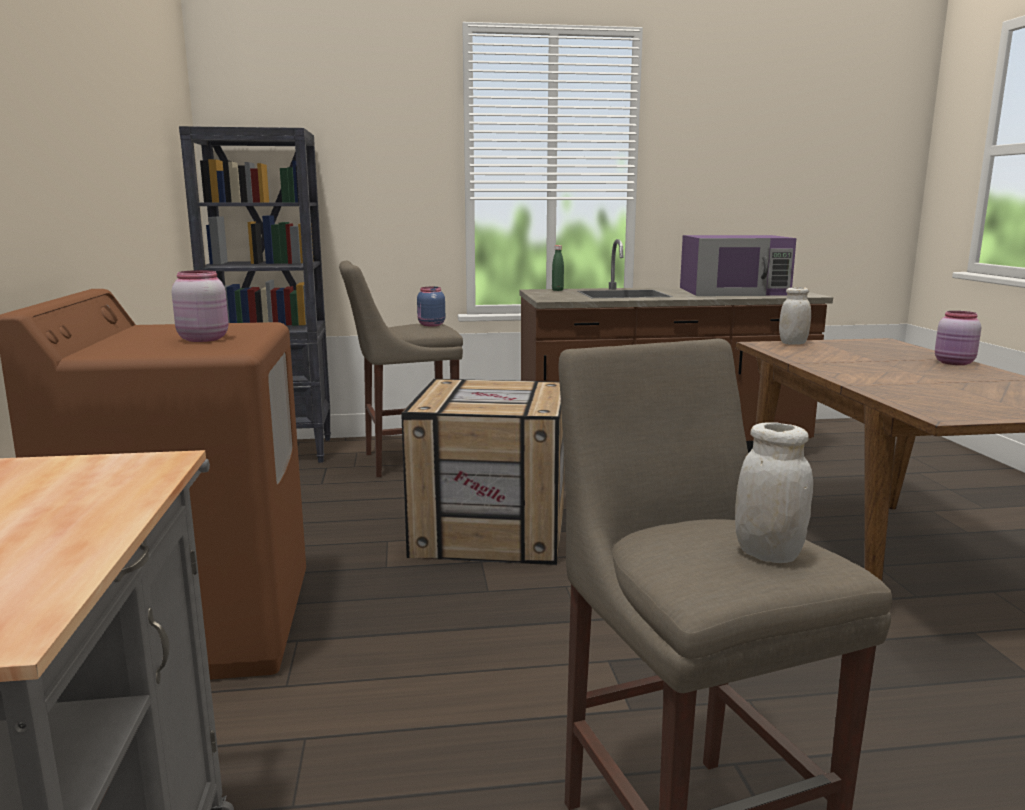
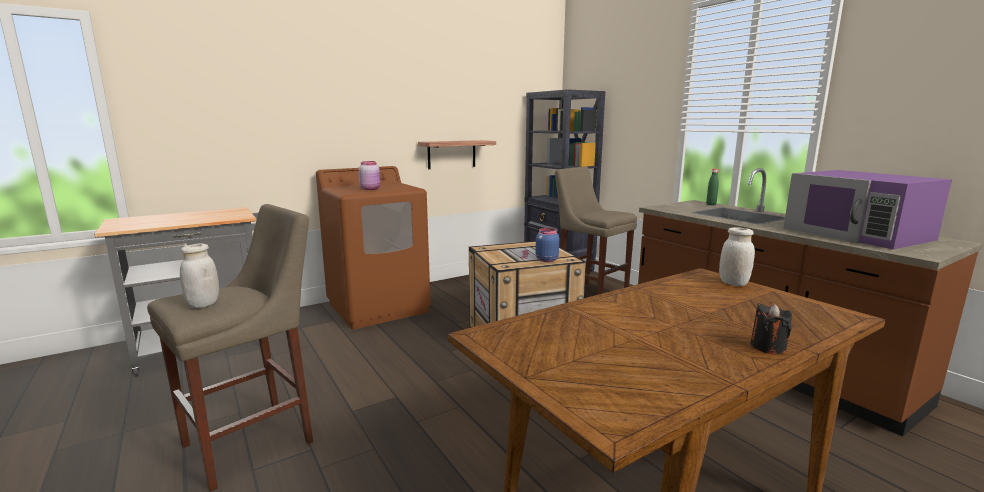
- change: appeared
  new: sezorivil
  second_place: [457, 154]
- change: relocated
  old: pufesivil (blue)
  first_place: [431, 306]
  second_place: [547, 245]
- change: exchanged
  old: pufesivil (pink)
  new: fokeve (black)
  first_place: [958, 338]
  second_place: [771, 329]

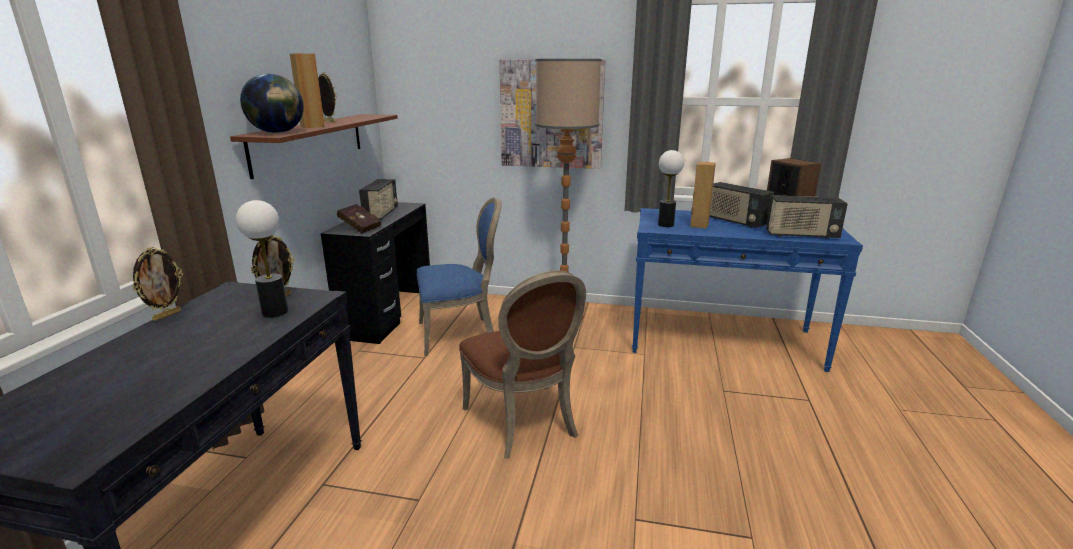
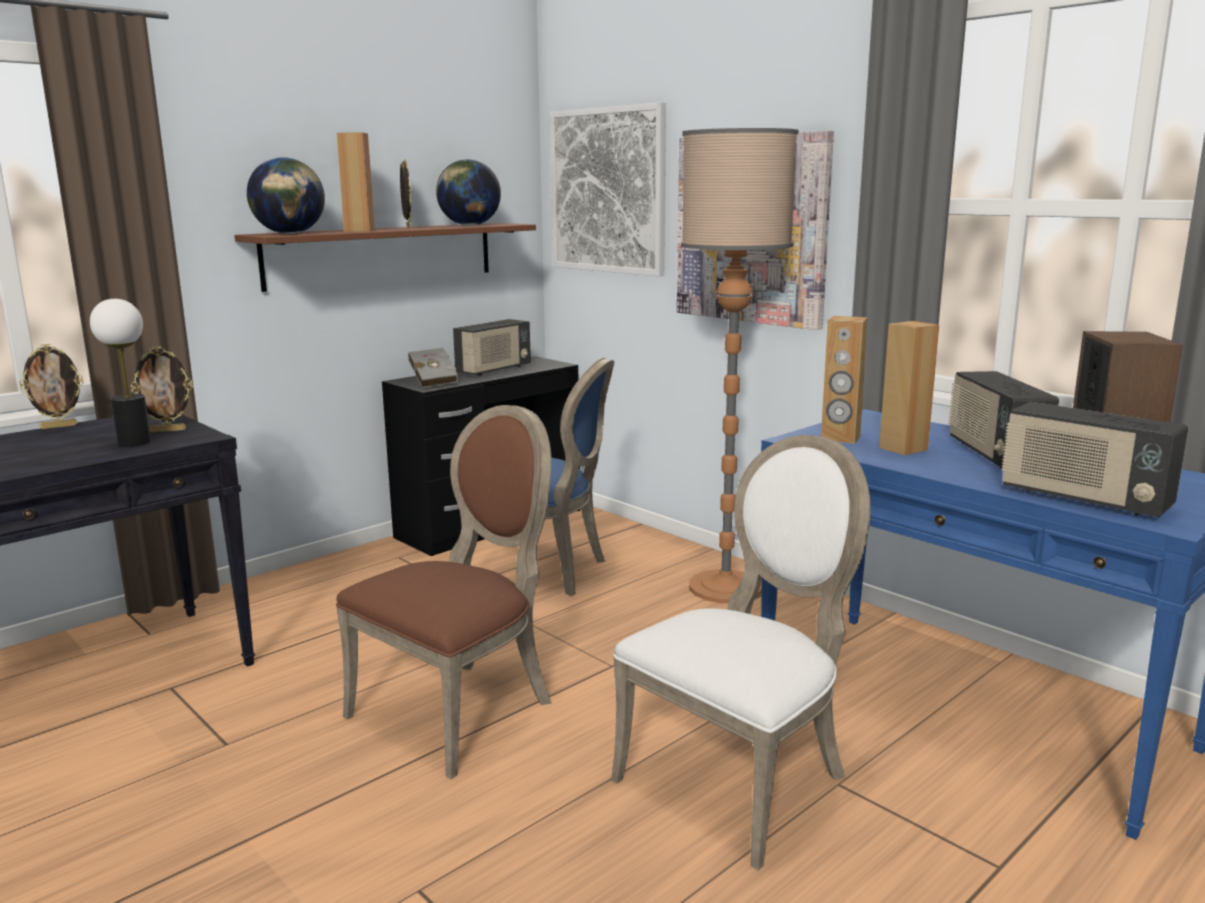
- change: spun
  old: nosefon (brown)
  first_place: [522, 364]
  second_place: [444, 592]
  degrees: -150
- change: colour
  old: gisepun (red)
  new: gisepun (grey)
  first_place: [359, 218]
  second_place: [433, 368]
- change: appeared
  new: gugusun
  second_place: [468, 192]
- change: appeared
  new: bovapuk
  second_place: [608, 189]
- change: appeared
  new: nosefon (white)
  second_place: [741, 652]
- change: exchanged
  old: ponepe
  new: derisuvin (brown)
  first_place: [671, 188]
  second_place: [844, 380]

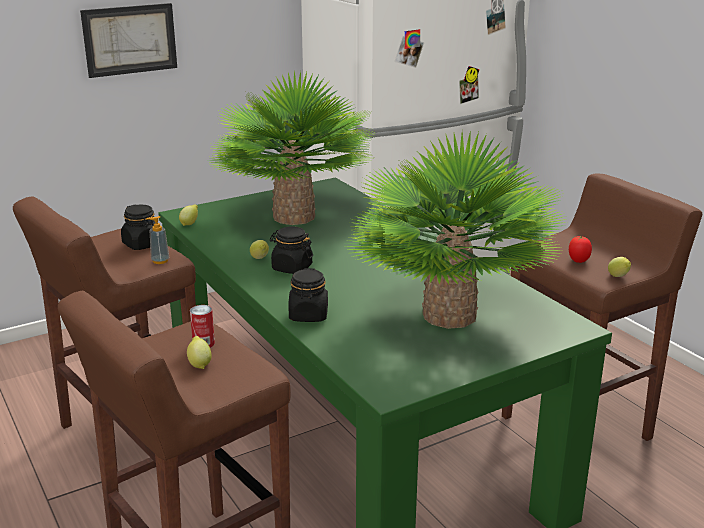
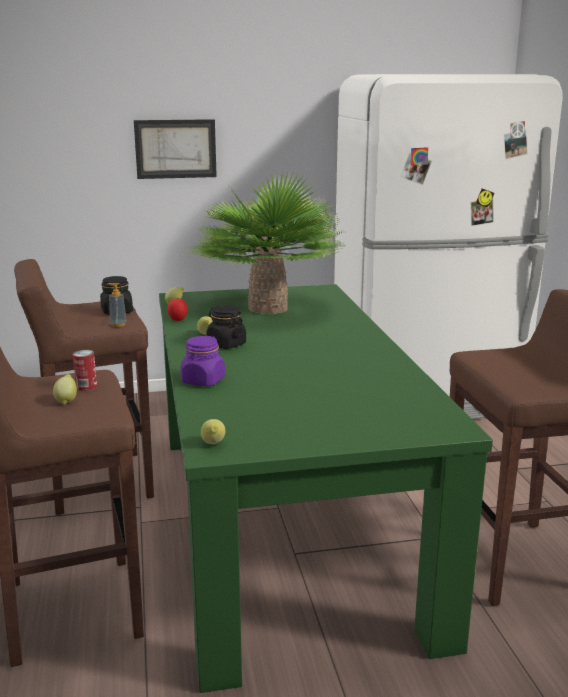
- change: relocated
  old: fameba
  first_place: [580, 249]
  second_place: [177, 309]
- change: colour
  old: pufesivil (black)
  new: pufesivil (purple)
  first_place: [308, 295]
  second_place: [202, 361]
- change: relocated
  old: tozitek
  first_place: [619, 267]
  second_place: [213, 431]
- change: missing
  old: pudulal
  first_place: [455, 229]

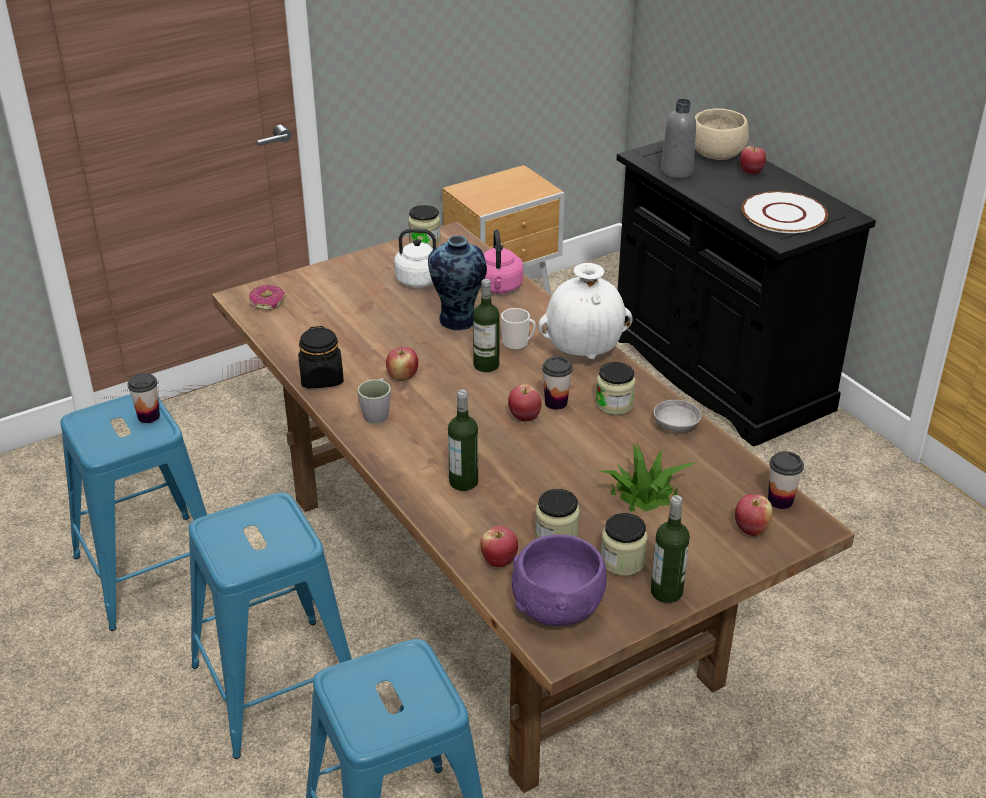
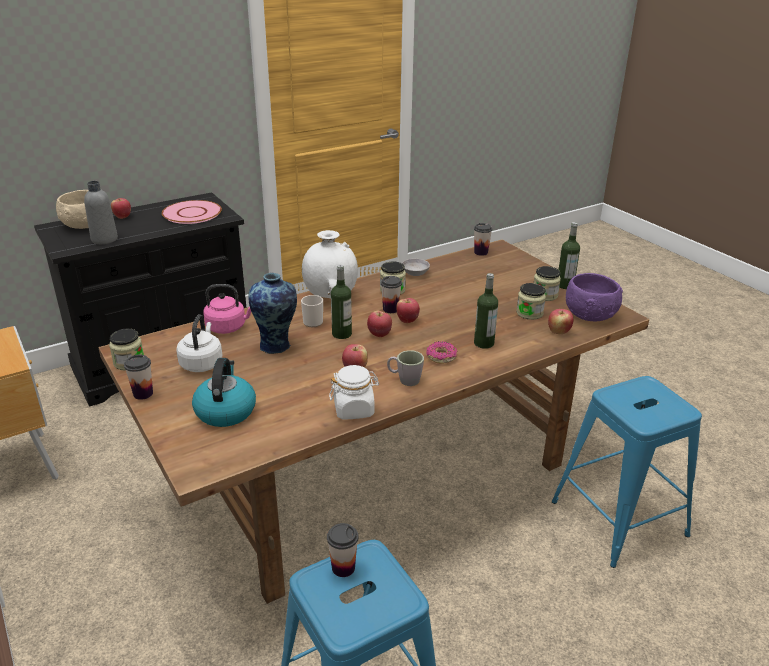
- change: appeared
  new: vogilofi
  second_place: [138, 377]
- change: colour
  old: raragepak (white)
  new: raragepak (pink)
  first_place: [785, 212]
  second_place: [192, 212]
- change: appeared
  new: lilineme
  second_place: [224, 392]
- change: colour
  old: pufesivil (black)
  new: pufesivil (white)
  first_place: [321, 357]
  second_place: [354, 392]
- change: relocated
  old: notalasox
  first_place: [753, 515]
  second_place: [379, 323]
- change: relocated
  old: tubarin
  first_place: [267, 298]
  second_place: [442, 352]
- change: missing
  old: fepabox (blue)
  first_place: [270, 625]
- change: missing
  old: pudulal
  first_place: [648, 477]

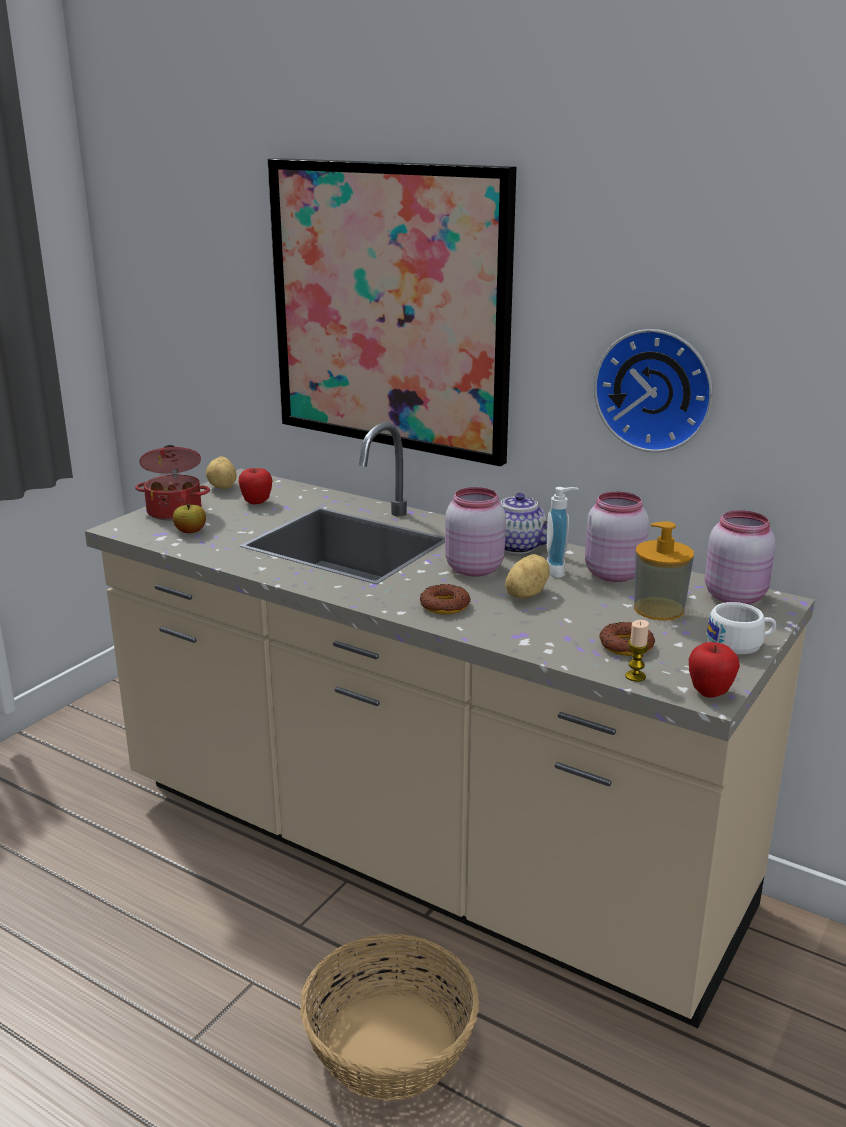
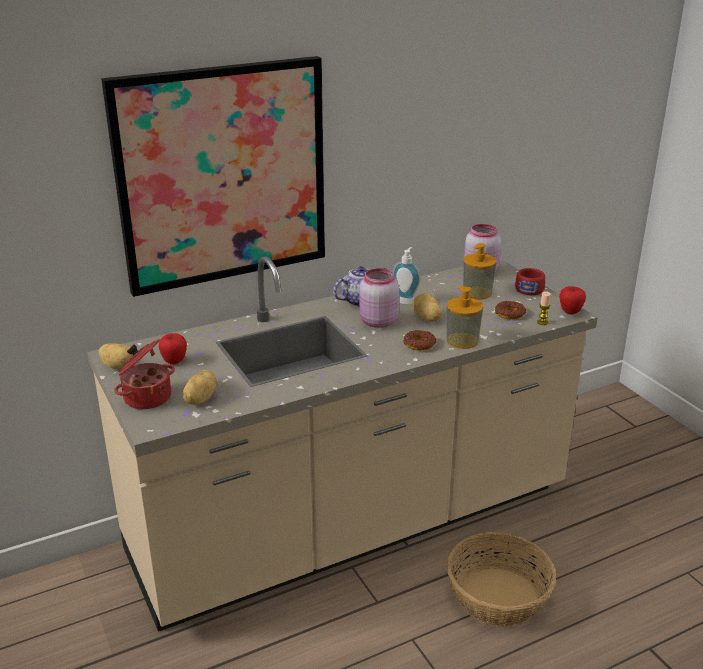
- change: exchanged
  old: notalasox
  new: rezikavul
  first_place: [189, 518]
  second_place: [200, 387]
- change: appeared
  new: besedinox
  second_place: [464, 317]
- change: colour
  old: vogilofi (white)
  new: vogilofi (red)
  first_place: [741, 628]
  second_place: [530, 281]
- change: missing
  old: pufesivil (pink)
  first_place: [617, 537]
- change: missing
  old: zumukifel
  first_place: [653, 391]

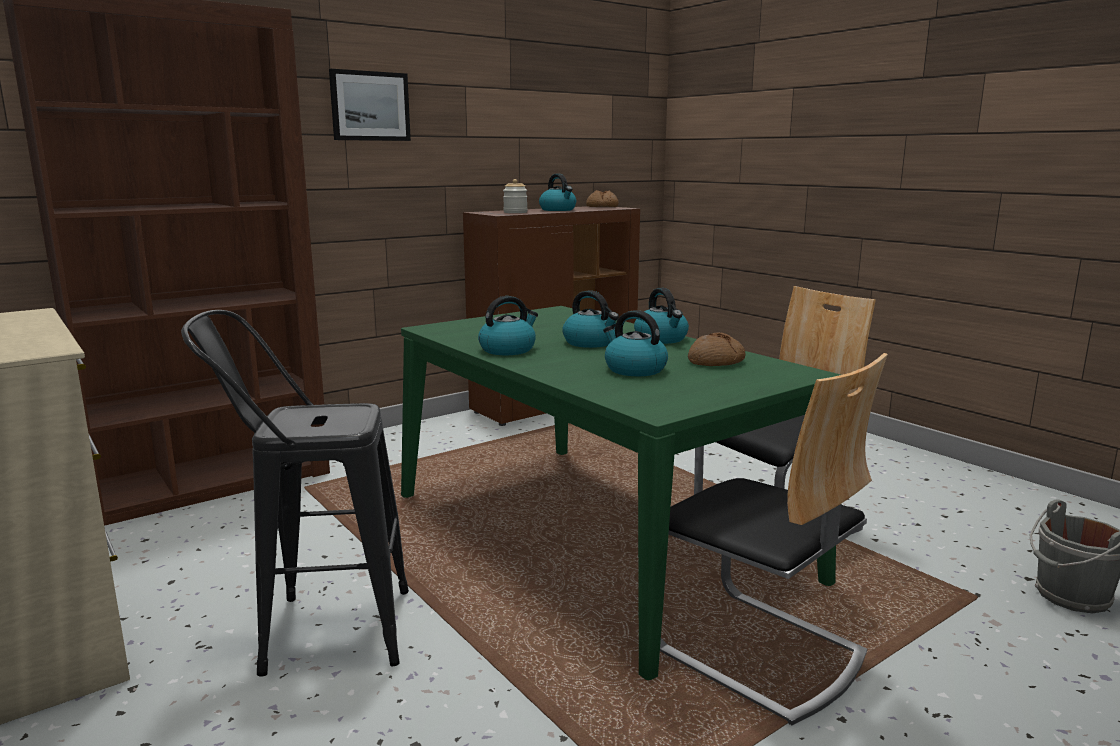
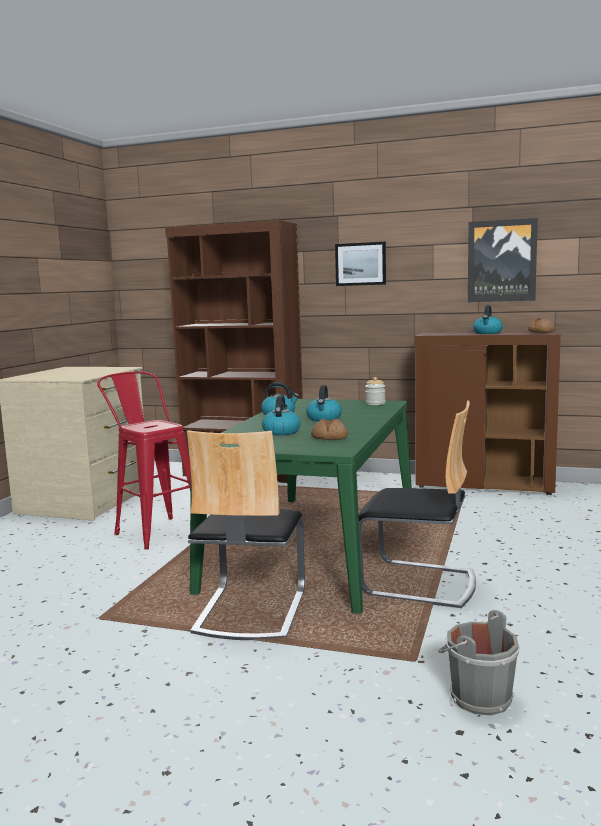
- change: colour
  old: fepabox (black)
  new: fepabox (red)
  first_place: [295, 493]
  second_place: [144, 460]
- change: relocated
  old: pufesivil
  first_place: [515, 196]
  second_place: [375, 391]
- change: appeared
  new: bovapuk
  second_place: [503, 260]
- change: missing
  old: lilineme
  first_place: [661, 316]

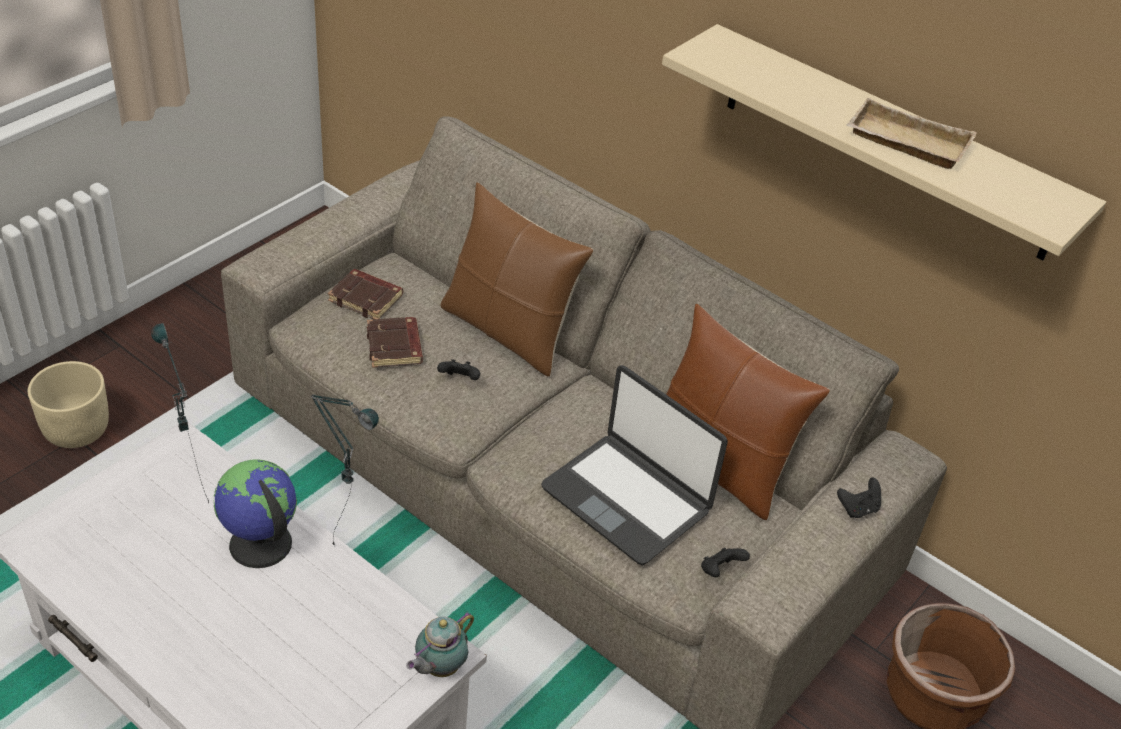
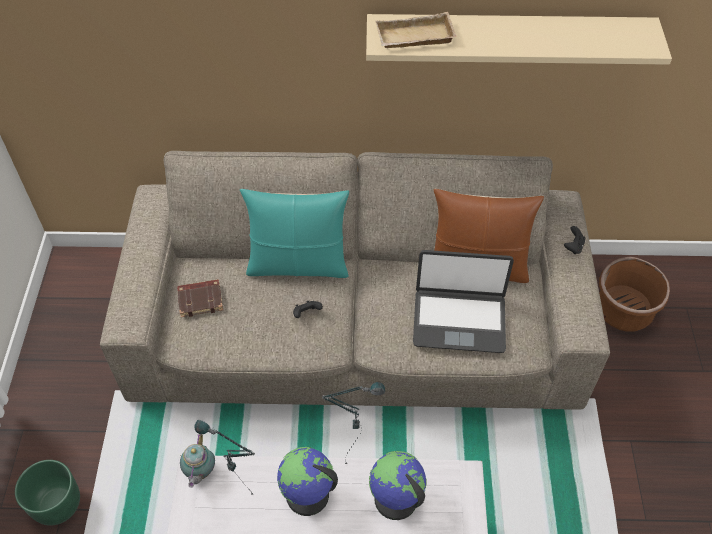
- change: colour
  old: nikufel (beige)
  new: nikufel (green)
  first_place: [68, 404]
  second_place: [47, 493]
- change: relocated
  old: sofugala
  first_place: [440, 644]
  second_place: [197, 461]
- change: colour
  old: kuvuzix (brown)
  new: kuvuzix (turquoise)
  first_place: [517, 279]
  second_place: [294, 233]
- change: appeared
  new: gugusun
  second_place: [398, 485]
- change: relocated
  old: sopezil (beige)
  first_place: [912, 133]
  second_place: [416, 30]
- change: missing
  old: gisepun (brown)
  first_place: [395, 342]
- change: missing
  old: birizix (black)
  first_place: [725, 562]

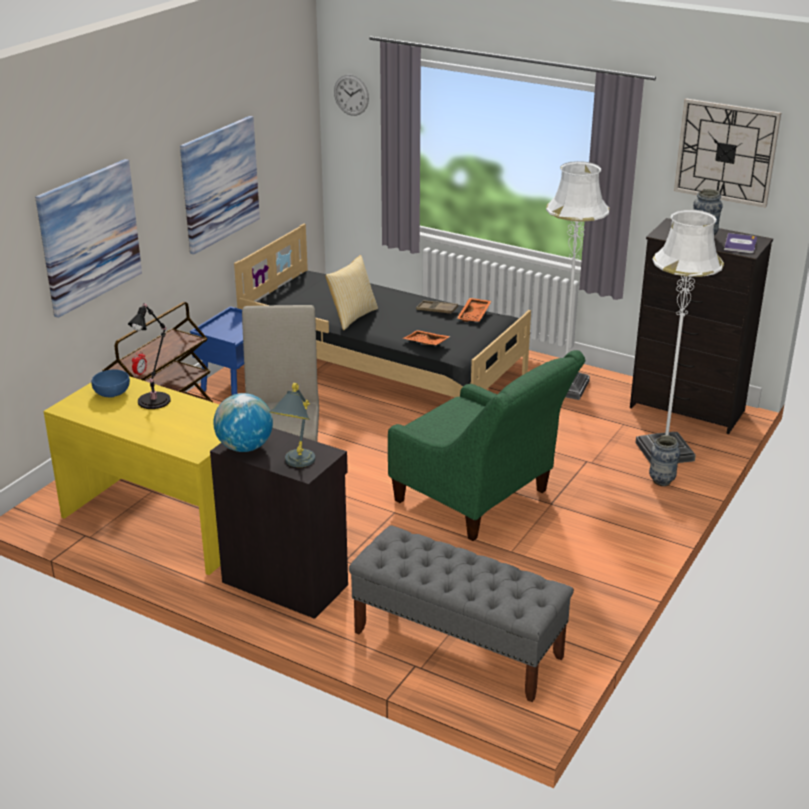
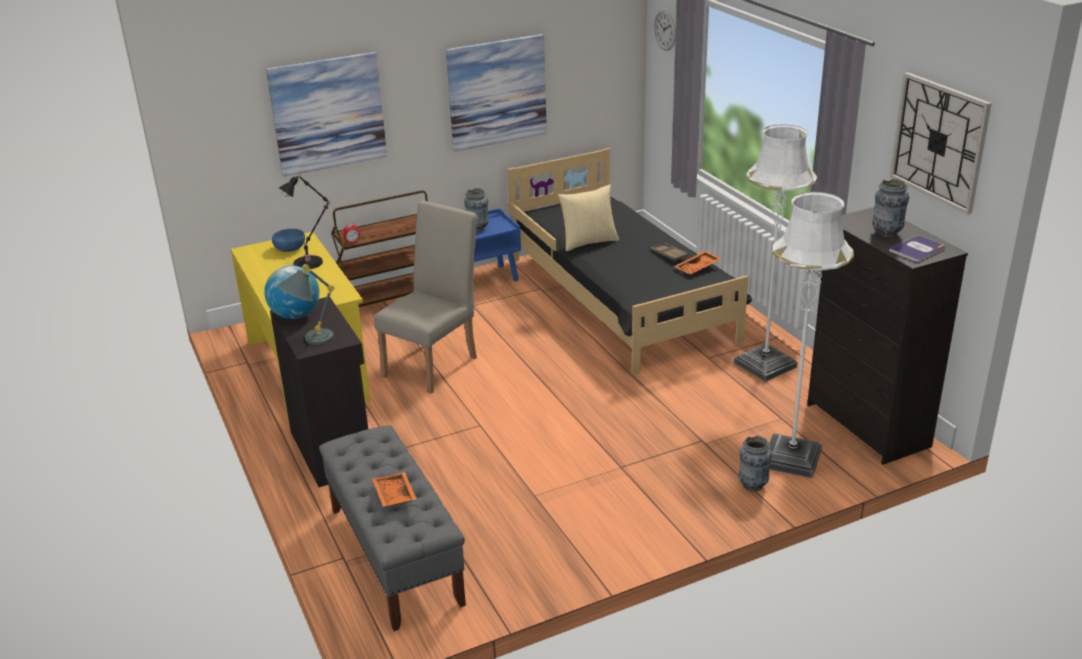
- change: relocated
  old: sopezil (orange)
  first_place: [427, 338]
  second_place: [394, 489]
- change: appeared
  new: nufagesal
  second_place: [476, 210]
- change: missing
  old: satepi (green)
  first_place: [486, 445]

